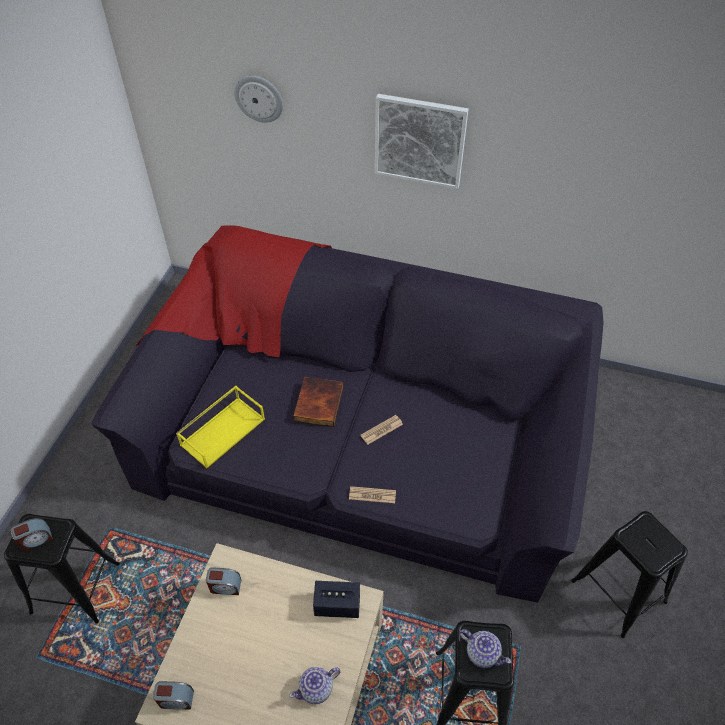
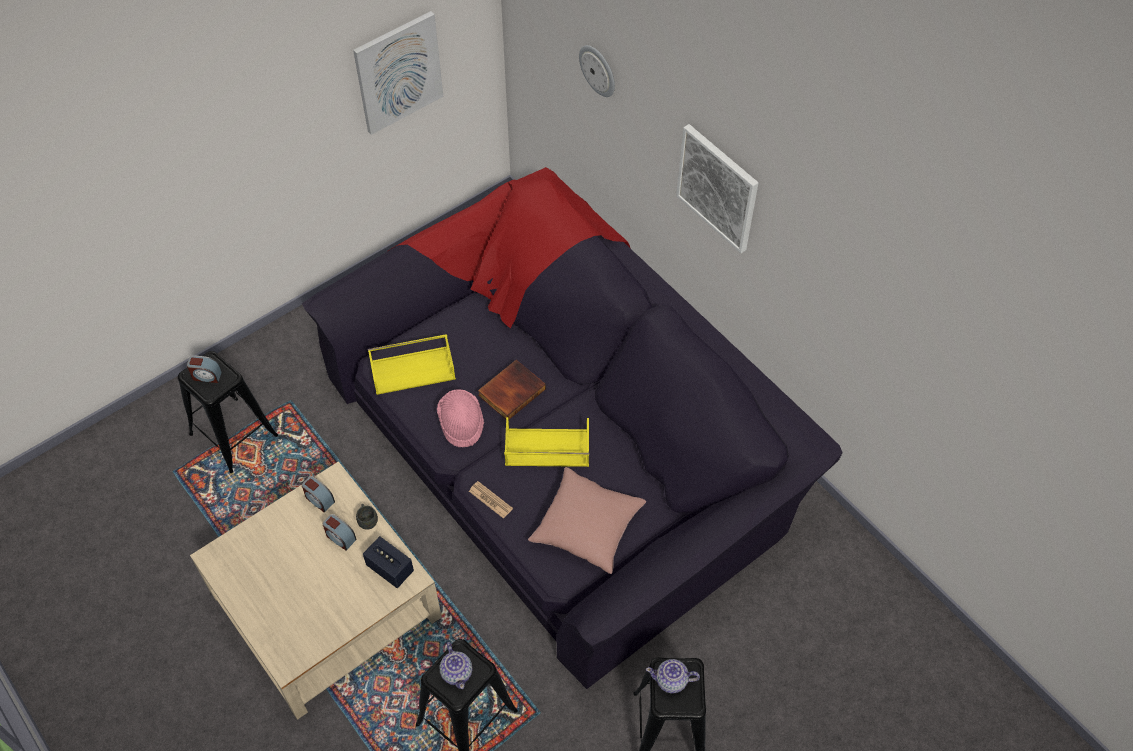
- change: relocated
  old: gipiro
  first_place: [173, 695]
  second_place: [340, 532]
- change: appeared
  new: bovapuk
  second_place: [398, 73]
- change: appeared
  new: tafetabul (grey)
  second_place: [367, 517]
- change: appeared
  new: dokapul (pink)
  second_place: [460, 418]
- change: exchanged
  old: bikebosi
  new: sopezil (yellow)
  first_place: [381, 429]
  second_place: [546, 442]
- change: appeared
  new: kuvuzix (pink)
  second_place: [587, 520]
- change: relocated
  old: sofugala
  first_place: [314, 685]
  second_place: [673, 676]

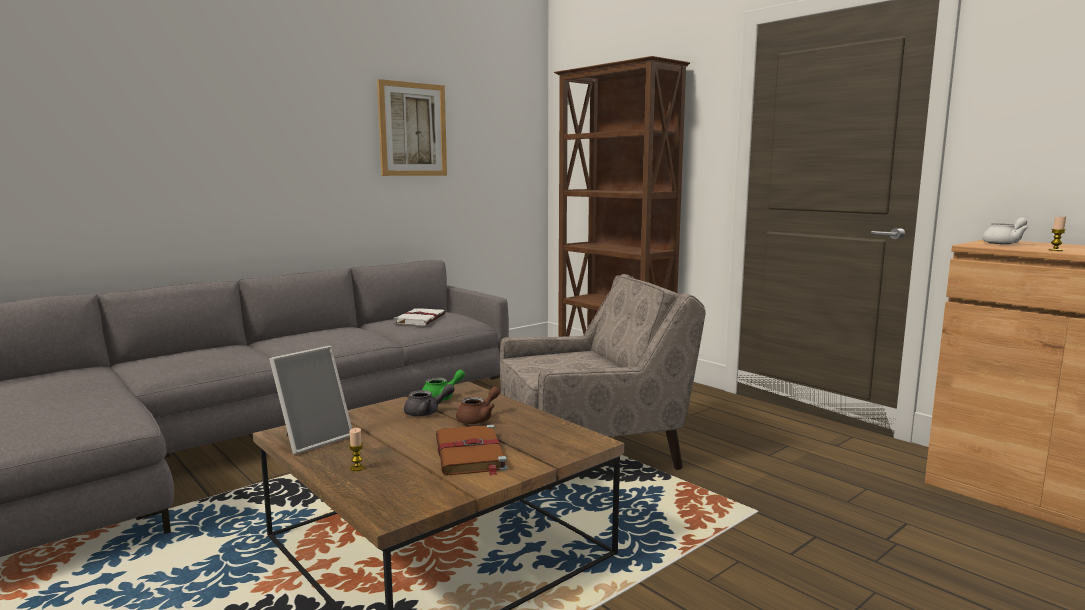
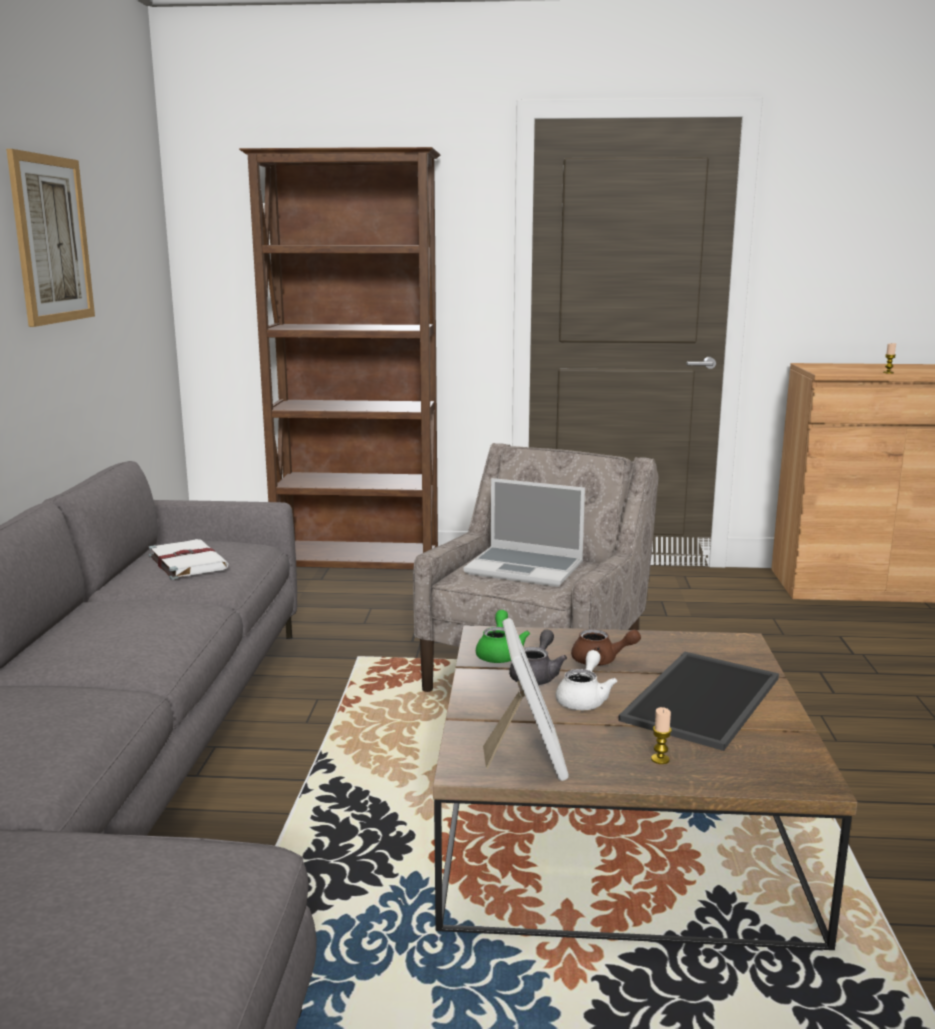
- change: appeared
  new: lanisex
  second_place: [524, 532]
- change: relocated
  old: sofugala (white)
  first_place: [1005, 231]
  second_place: [586, 680]
- change: spun
  old: sofugala (brown)
  first_place: [478, 405]
  second_place: [606, 647]
  degrees: 105
- change: exchanged
  old: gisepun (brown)
  new: sopezil
  first_place: [472, 450]
  second_place: [698, 701]

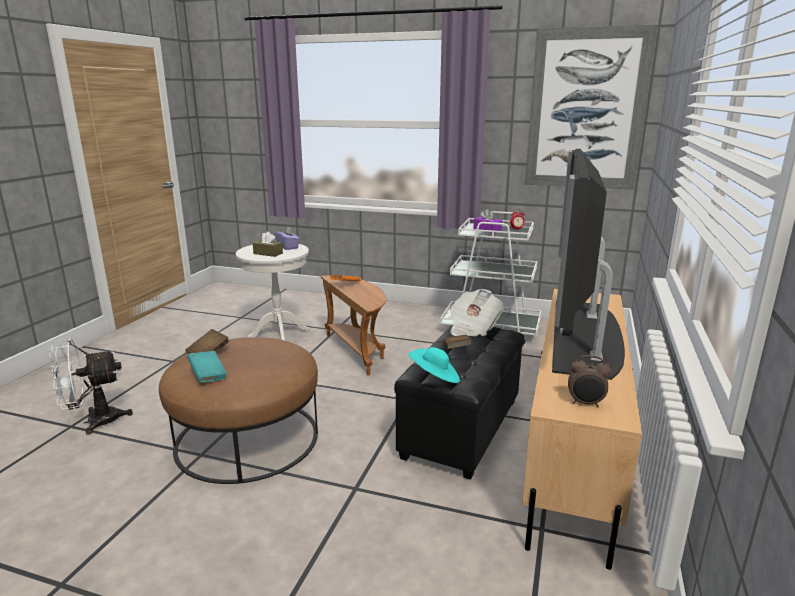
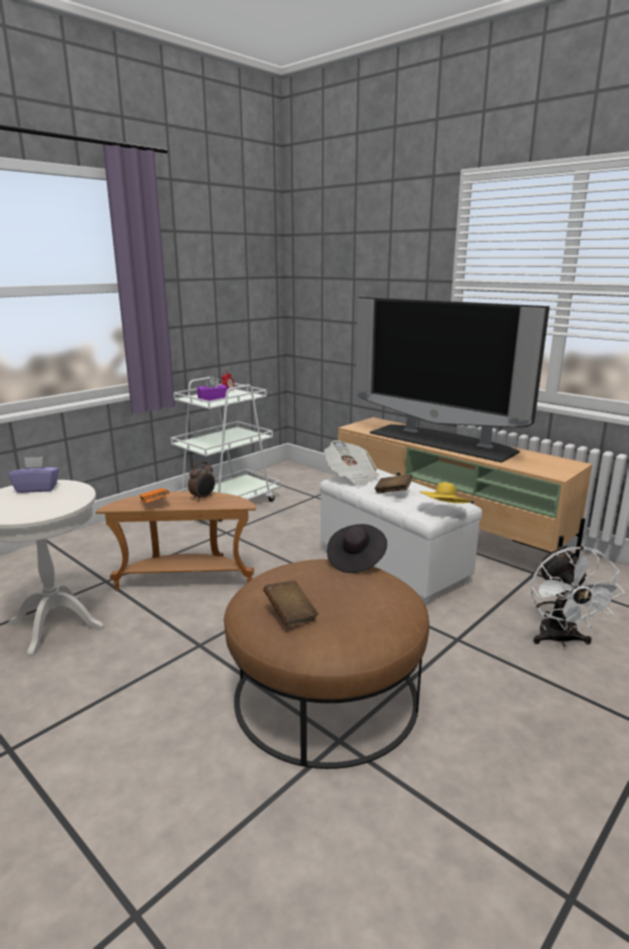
- change: relocated
  old: gipiro
  first_place: [589, 381]
  second_place: [201, 481]
- change: colour
  old: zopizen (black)
  new: zopizen (white)
  first_place: [459, 402]
  second_place: [401, 536]
- change: appeared
  new: dokapul (black)
  second_place: [357, 548]
- change: colour
  old: dokapul (turquoise)
  new: dokapul (yellow)
  first_place: [434, 365]
  second_place: [445, 492]
- change: relocated
  old: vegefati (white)
  first_place: [91, 386]
  second_place: [578, 596]
- change: missing
  old: gisepun (turquoise)
  first_place: [207, 366]
- change: missing
  old: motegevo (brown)
  first_place: [268, 244]
- change: missing
  old: bovapuk
  first_place: [591, 107]

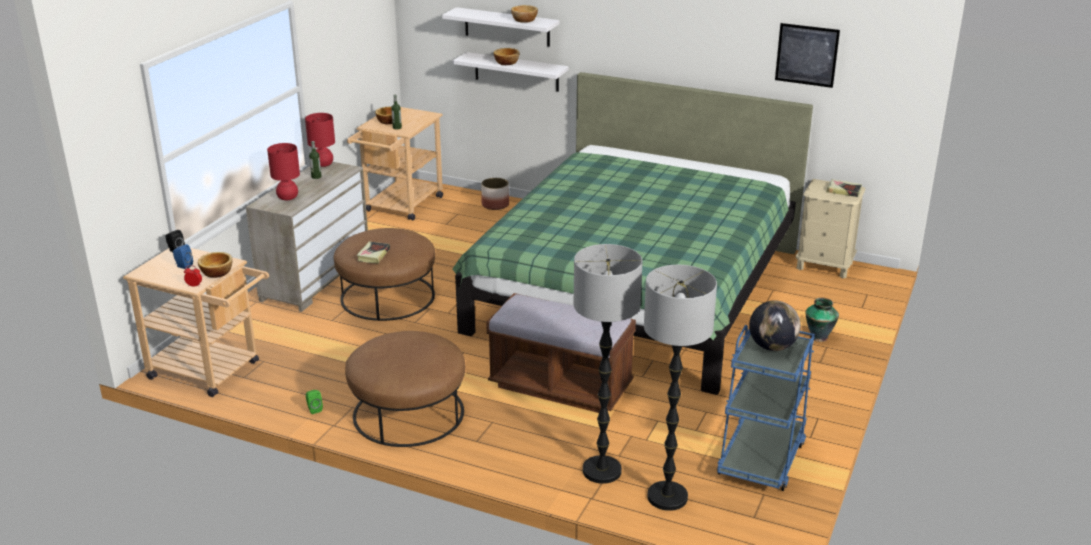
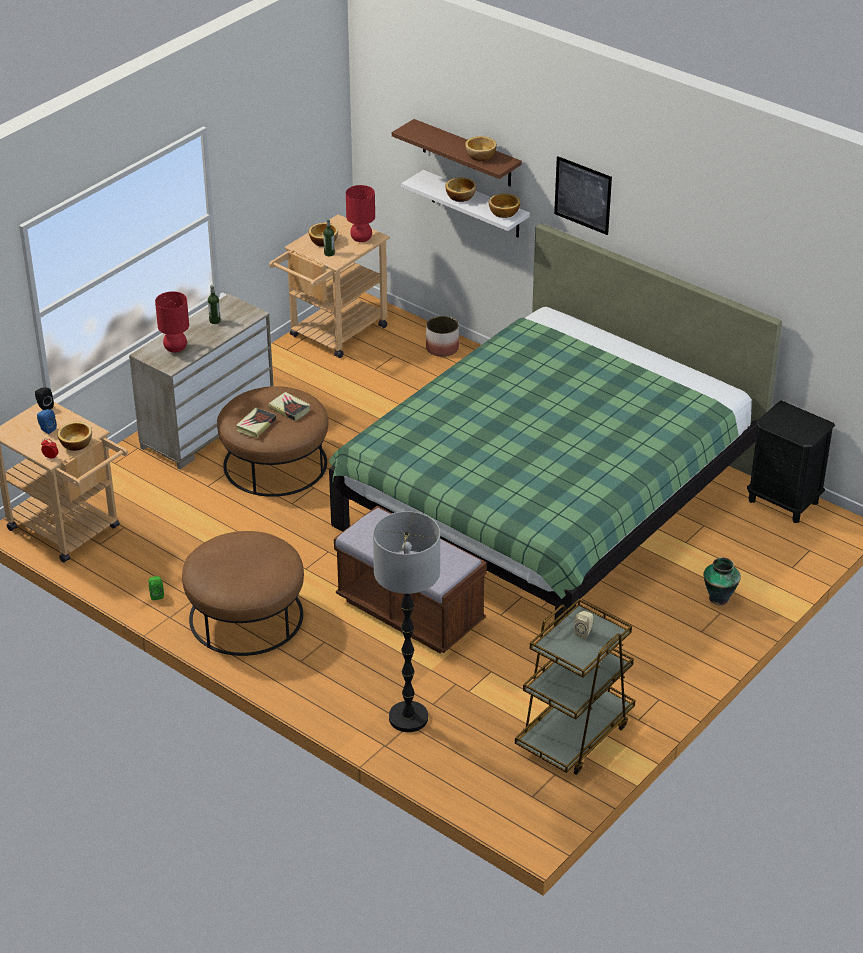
- change: relocated
  old: gisepun
  first_place: [844, 188]
  second_place: [289, 406]
- change: relocated
  old: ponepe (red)
  first_place: [320, 140]
  second_place: [360, 213]
- change: colour
  old: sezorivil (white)
  new: sezorivil (brown)
  first_place: [501, 27]
  second_place: [457, 152]
- change: appeared
  new: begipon
  second_place: [504, 205]
- change: colour
  old: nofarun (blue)
  new: nofarun (brown)
  first_place: [766, 408]
  second_place: [575, 687]
- change: relocated
  old: bovapuk
  first_place: [807, 55]
  second_place: [583, 195]
- change: exchanged
  old: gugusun
  new: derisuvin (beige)
  first_place: [775, 325]
  second_place: [583, 625]
- change: colour
  old: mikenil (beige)
  new: mikenil (black)
  first_place: [831, 229]
  second_place: [791, 461]
- change: missing
  old: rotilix
  first_place: [680, 388]

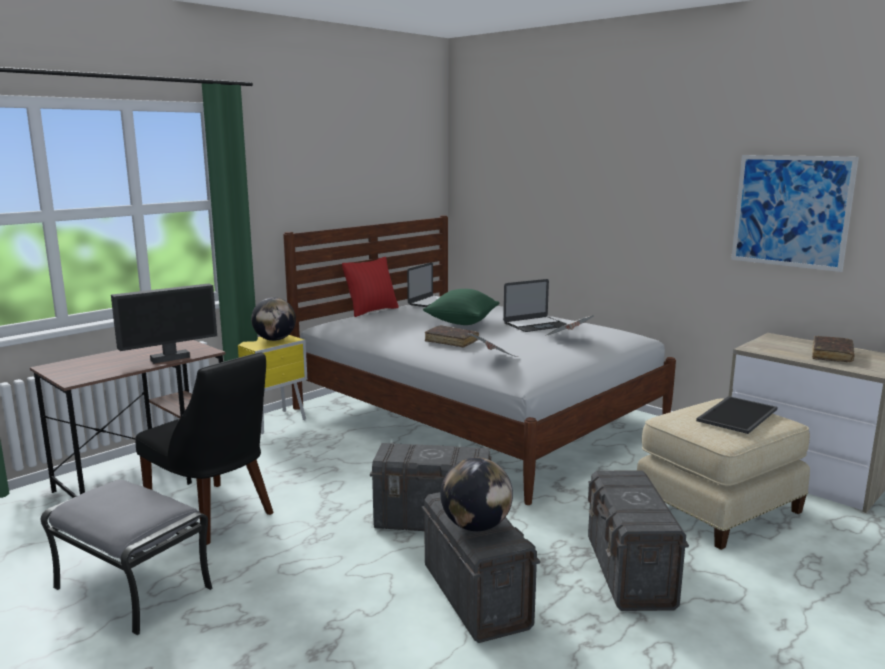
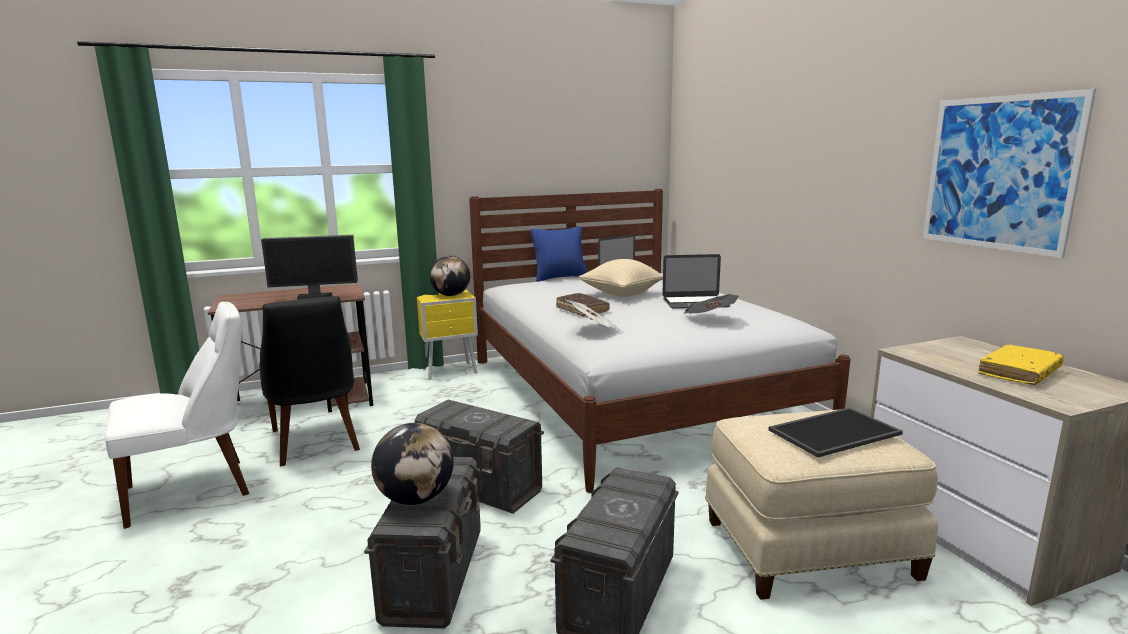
- change: exchanged
  old: zopizen (grey)
  new: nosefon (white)
  first_place: [127, 557]
  second_place: [177, 415]
- change: colour
  old: kuvuzix (red)
  new: kuvuzix (blue)
  first_place: [370, 287]
  second_place: [559, 254]
- change: colour
  old: kuvuzix (green)
  new: kuvuzix (beige)
  first_place: [461, 307]
  second_place: [620, 278]
- change: colour
  old: gisepun (brown)
  new: gisepun (yellow)
  first_place: [833, 349]
  second_place: [1021, 365]

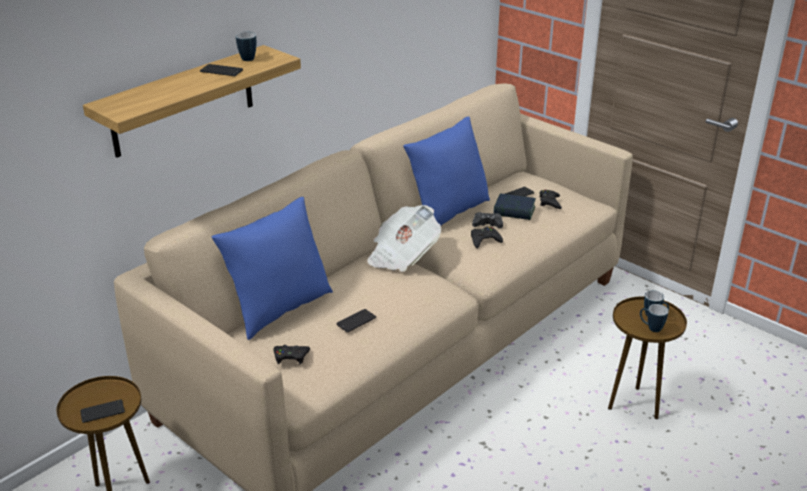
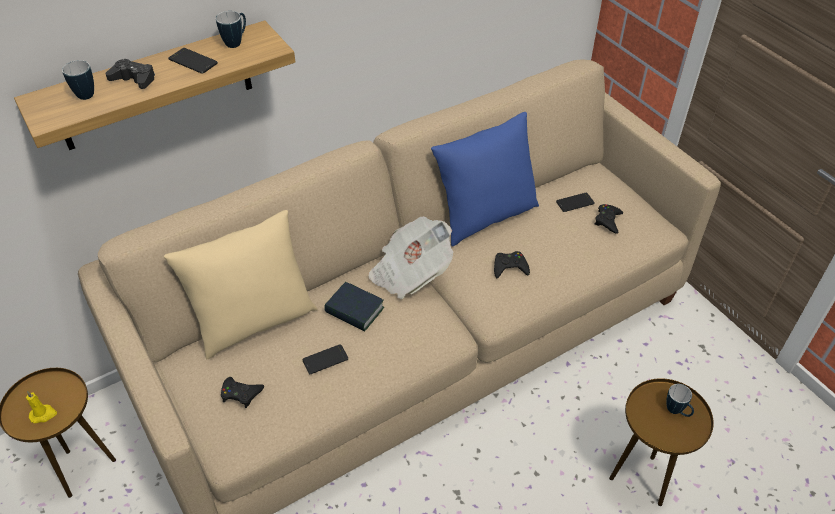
- change: exchanged
  old: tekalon
  new: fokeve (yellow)
  first_place: [102, 411]
  second_place: [41, 407]
- change: relocated
  old: tafetabul
  first_place: [654, 318]
  second_place: [78, 80]
- change: relocated
  old: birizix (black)
  first_place: [487, 220]
  second_place: [130, 74]
- change: colour
  old: kuvuzix (blue)
  new: kuvuzix (beige)
  first_place: [272, 268]
  second_place: [241, 284]
- change: relocated
  old: gisepun
  first_place: [515, 207]
  second_place: [354, 306]

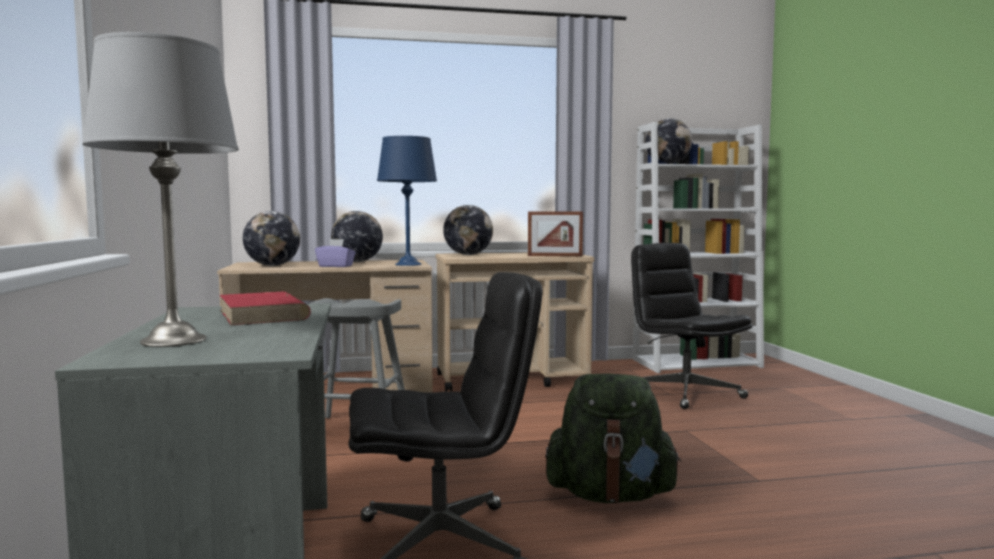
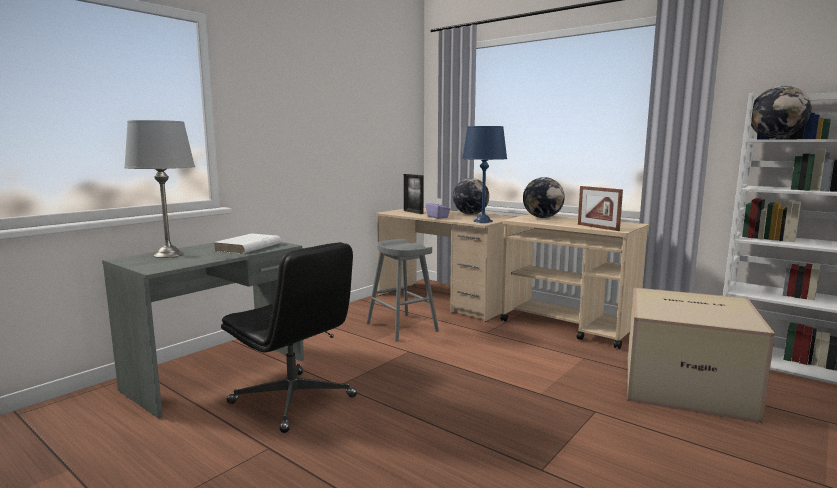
- change: colour
  old: gisepun (red)
  new: gisepun (white)
  first_place: [265, 308]
  second_place: [247, 243]
- change: exchanged
  old: gugusun
  new: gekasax
  first_place: [271, 238]
  second_place: [413, 194]
- change: exchanged
  old: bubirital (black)
  new: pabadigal
  first_place: [691, 326]
  second_place: [701, 355]
- change: missing
  old: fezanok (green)
  first_place: [613, 438]

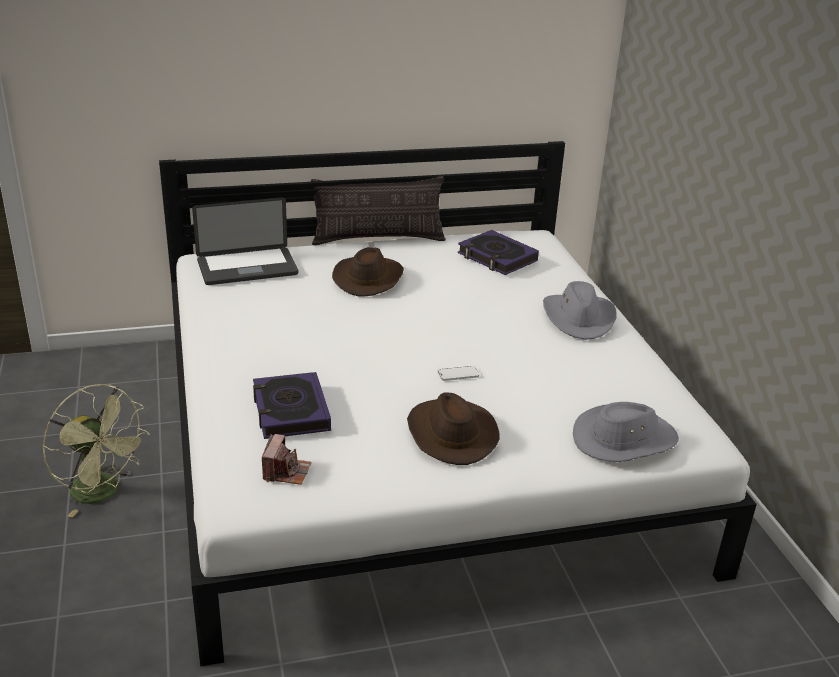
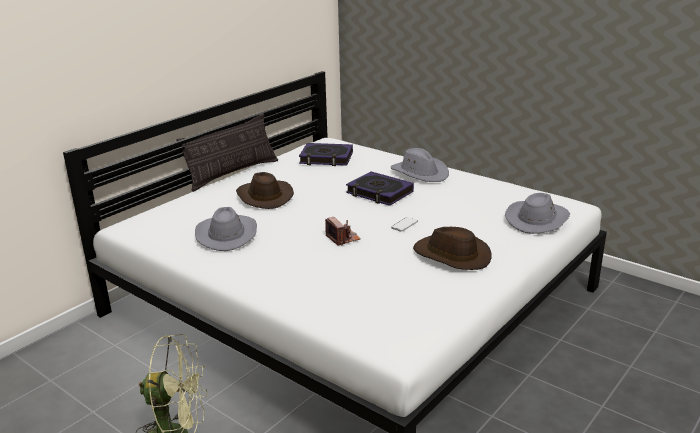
- change: appeared
  new: dokapul (grey)
  second_place: [226, 229]
- change: relocated
  old: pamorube
  first_place: [286, 459]
  second_place: [343, 231]
- change: relocated
  old: gisepun
  first_place: [292, 405]
  second_place: [380, 188]
- change: missing
  old: lanisex
  first_place: [245, 241]

